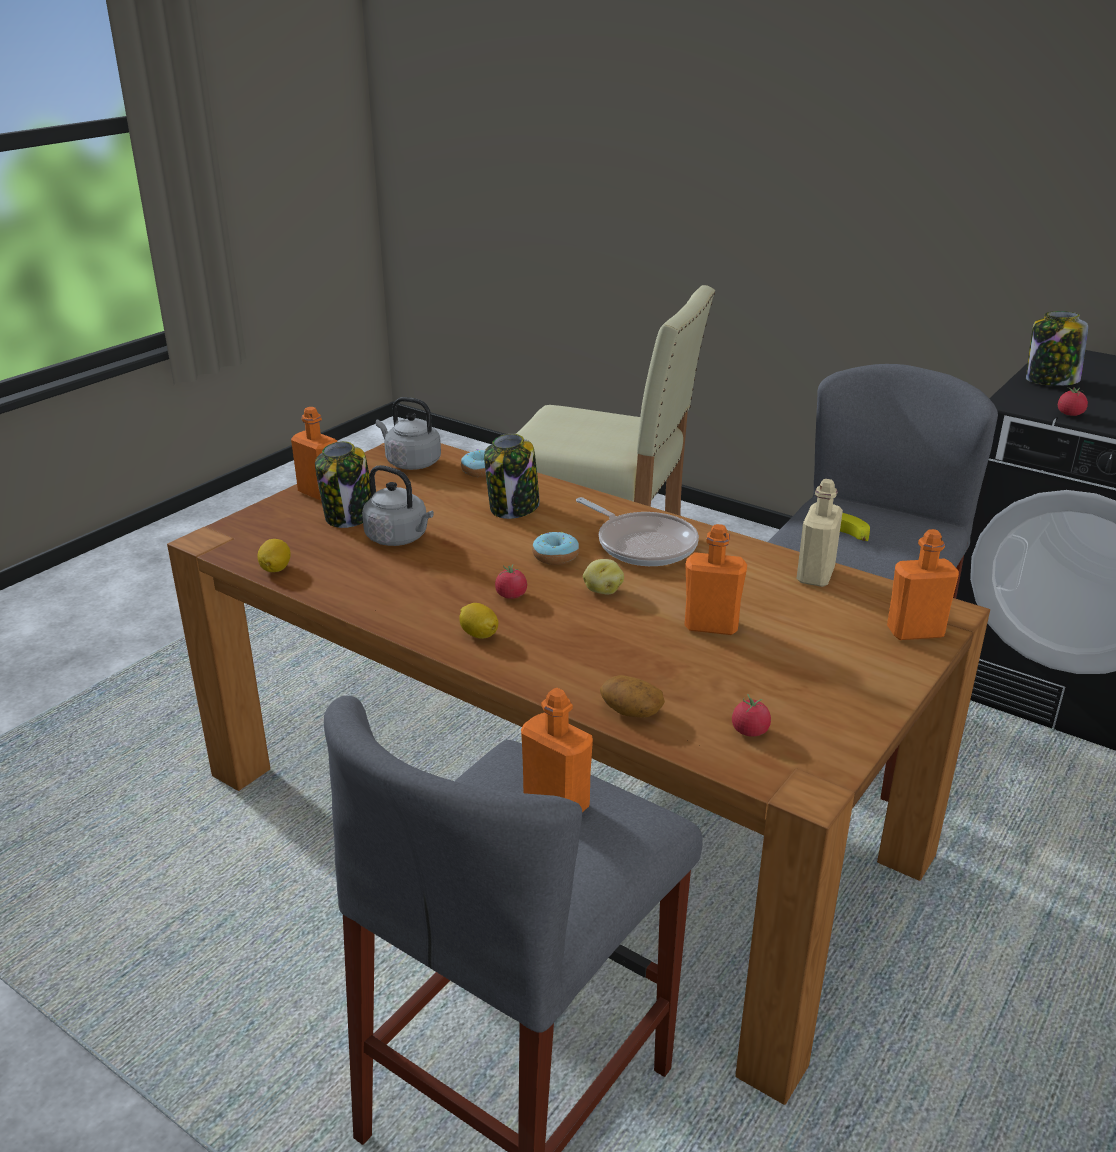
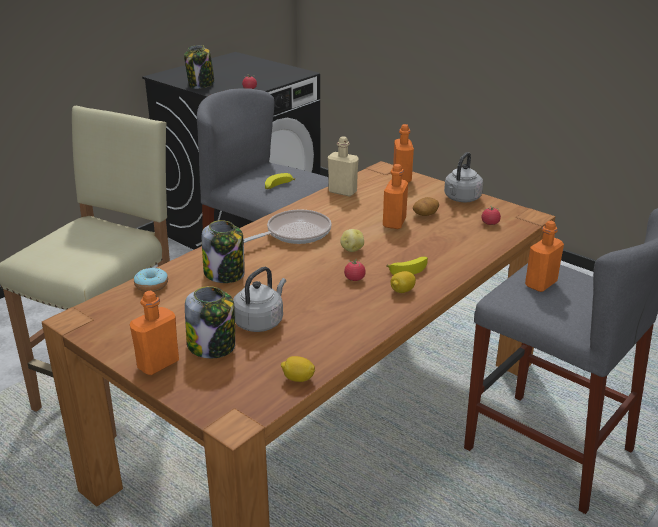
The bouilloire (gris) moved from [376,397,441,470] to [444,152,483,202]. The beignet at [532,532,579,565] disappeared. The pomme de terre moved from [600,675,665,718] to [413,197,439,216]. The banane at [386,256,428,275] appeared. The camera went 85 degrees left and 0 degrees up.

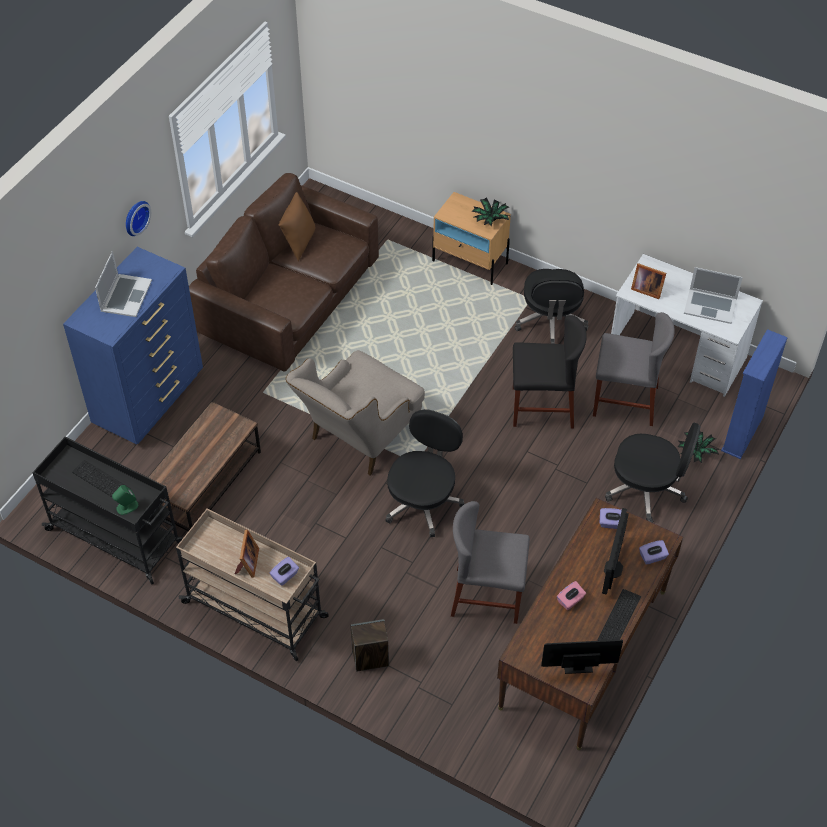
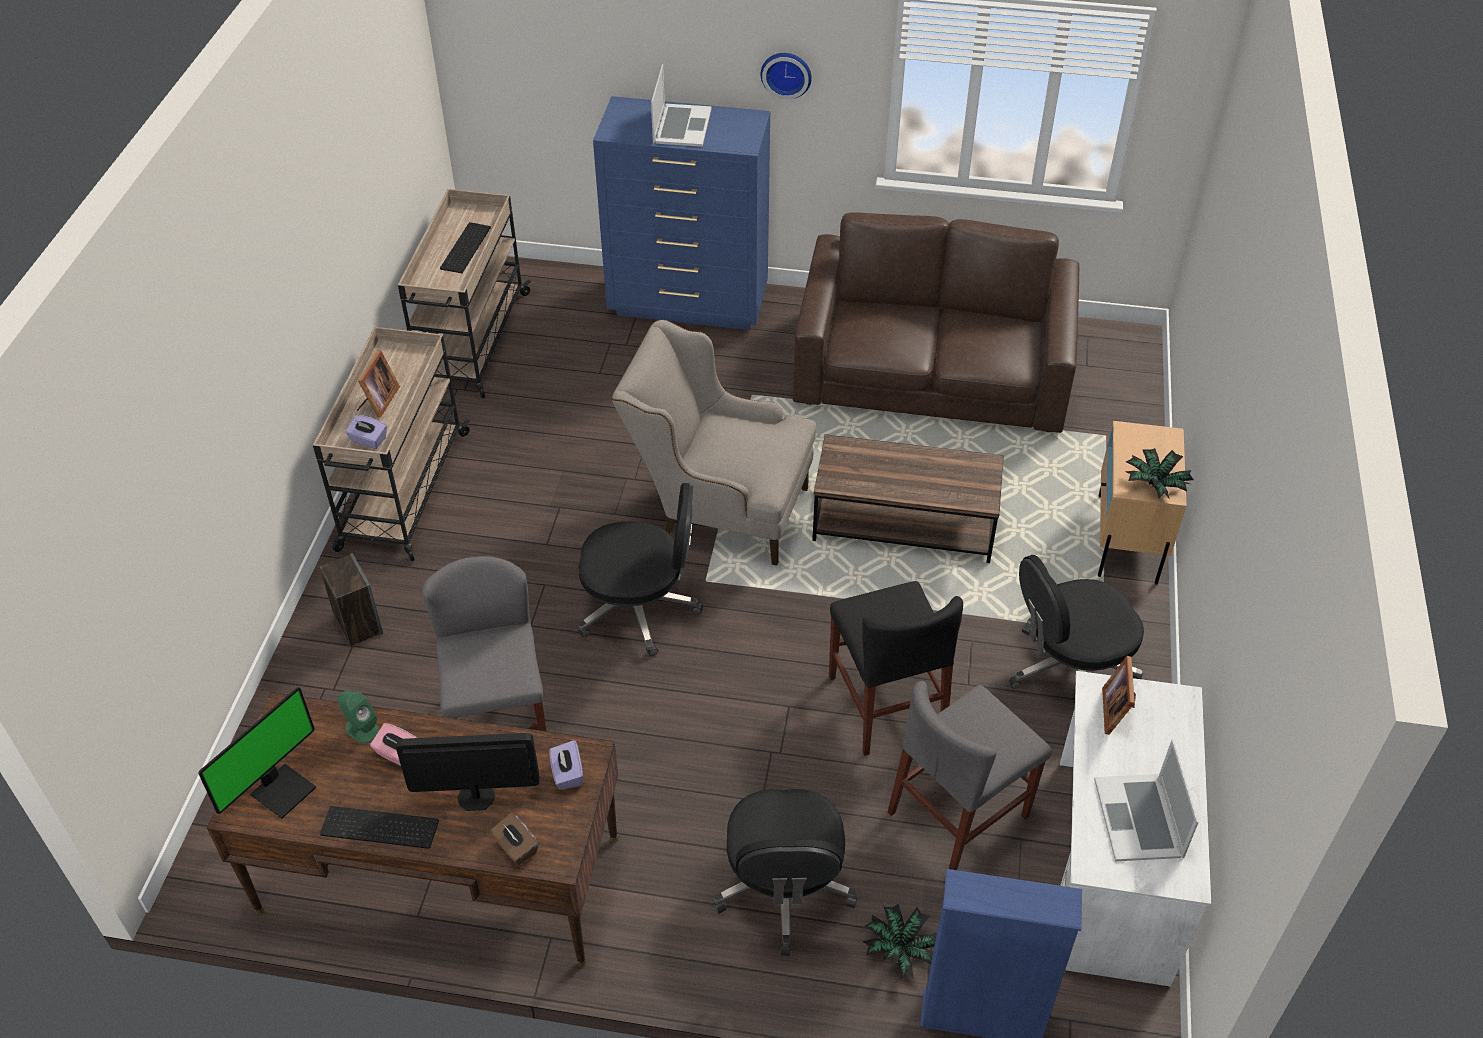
The coussin (marron) at [279,192,315,261] disappeared. The ordinateur portable at [95,251,152,317] turned 75 degrees counterclockwise. The chaise (gris) at [593,312,675,426] turned 60 degrees clockwise. The table basse (marron) moved from [148,401,261,531] to [812,434,1004,563]. The chariot (noir) at [32,437,183,584] became the chariot (beige) at [398,189,531,398]. The enceinte (vert) moved from [112,485,138,515] to [338,691,380,744]. The cadre photo at [235,529,259,578] turned 60 degrees counterclockwise. The boîte à mouchoirs (violet) at [639,540,669,565] became the boîte à mouchoirs (marron) at [490,812,539,865]. The écran d'ordinateur at [541,640,623,674] turned 60 degrees clockwise. The camera went 70 degrees right and 5 degrees down.

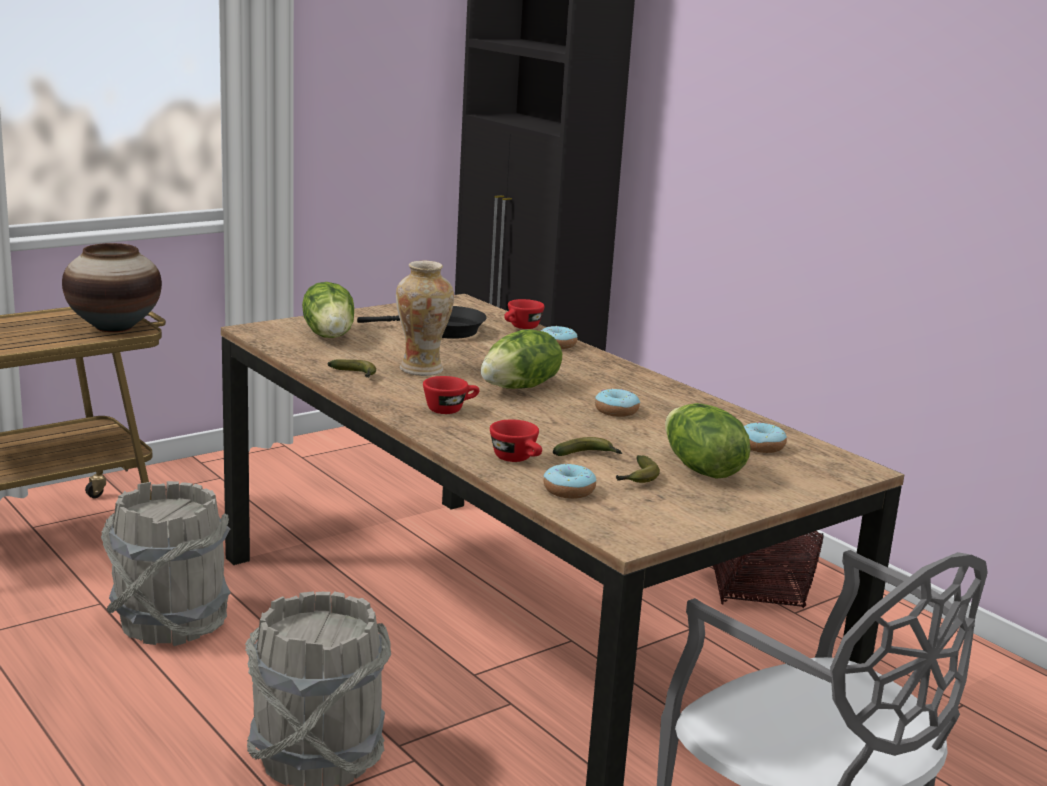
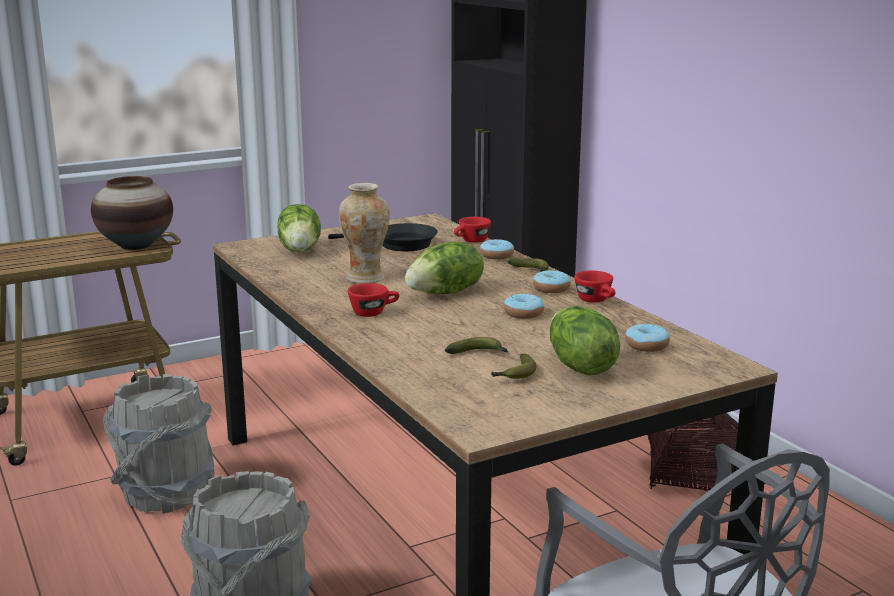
The banane moved from [327,359,376,378] to [507,258,549,272]. The tasse (rouge) moved from [490,420,542,462] to [574,271,616,303]. The beignet moved from [544,464,596,499] to [533,270,571,293]. The camera went 10 degrees right and 0 degrees up.

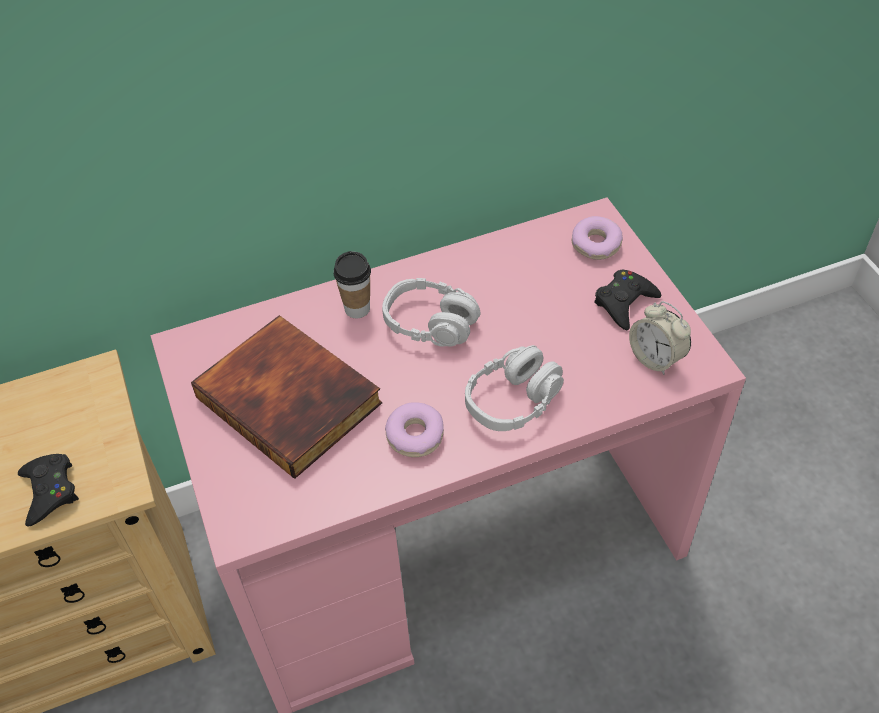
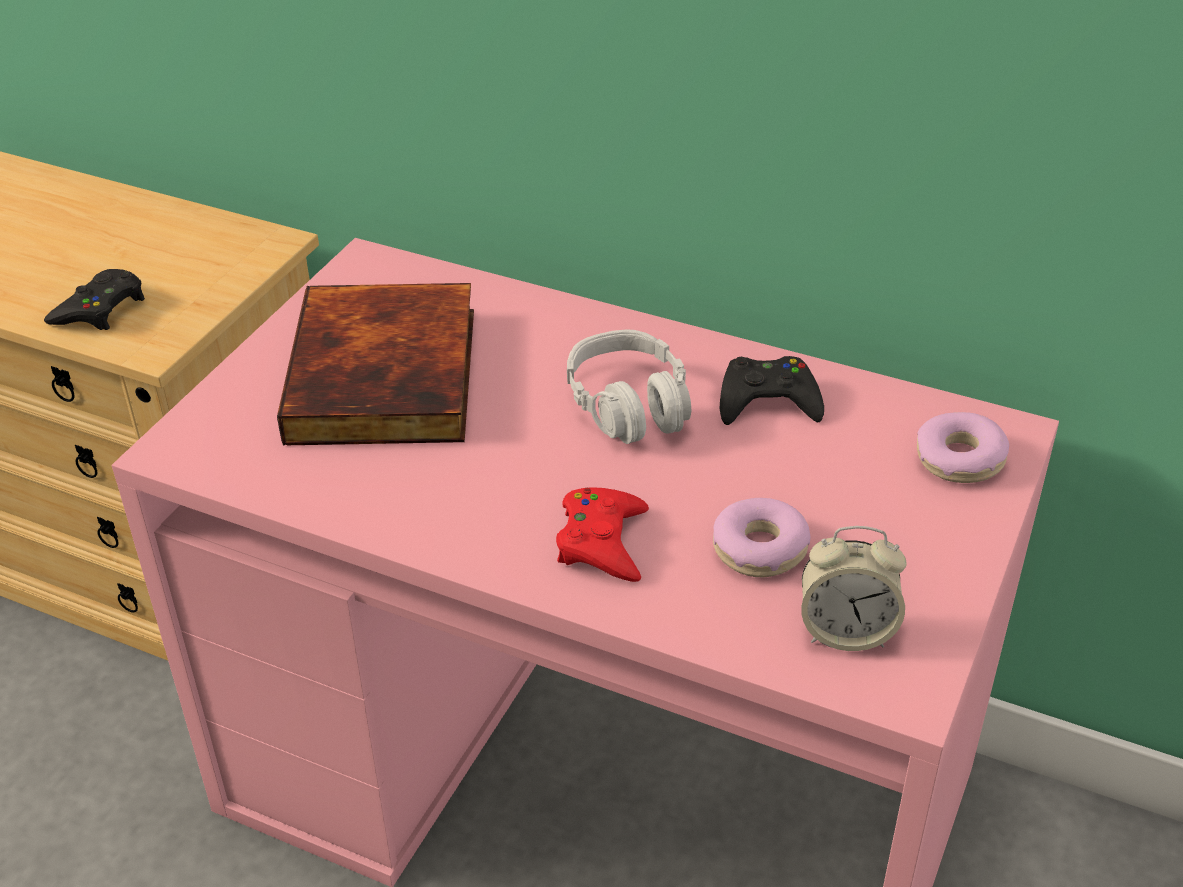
The tasse at [334,251,371,318] disappeared. The manette (noir) moved from [594,270,661,330] to [720,356,824,425]. The réveil at [629,301,691,375] turned 90 degrees counterclockwise. The casque audio (gris) at [465,345,564,431] was replaced by the manette (rouge) at [556,488,649,582]. The beignet moved from [385,402,444,457] to [713,498,810,577]. The camera went 45 degrees right and 10 degrees down.

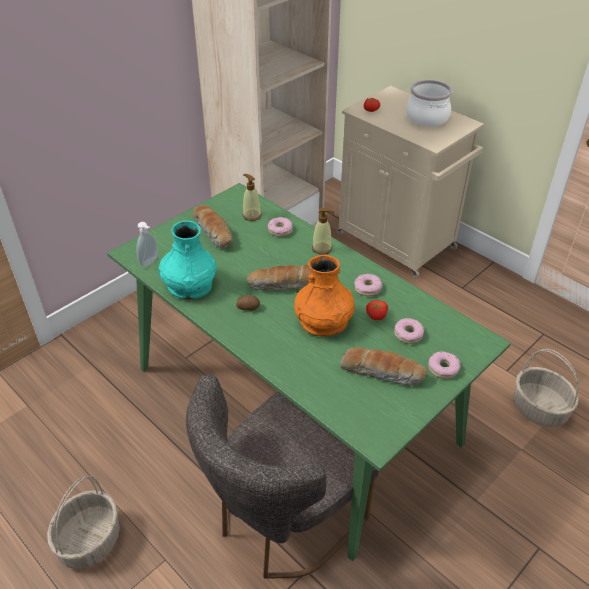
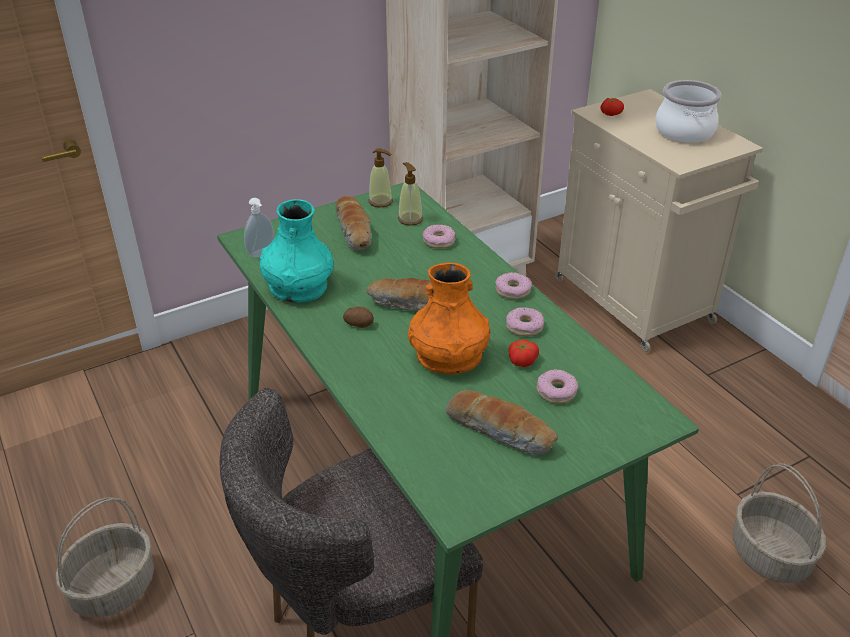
The distributeur de savon moved from [312,208,335,255] to [368,148,393,207]. The beignet moved from [428,352,461,379] to [495,272,532,300]. The camera went 15 degrees right and 5 degrees down.

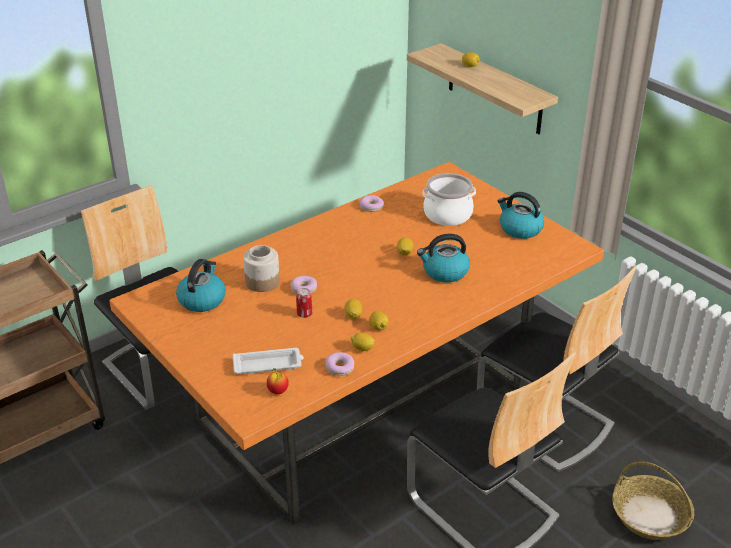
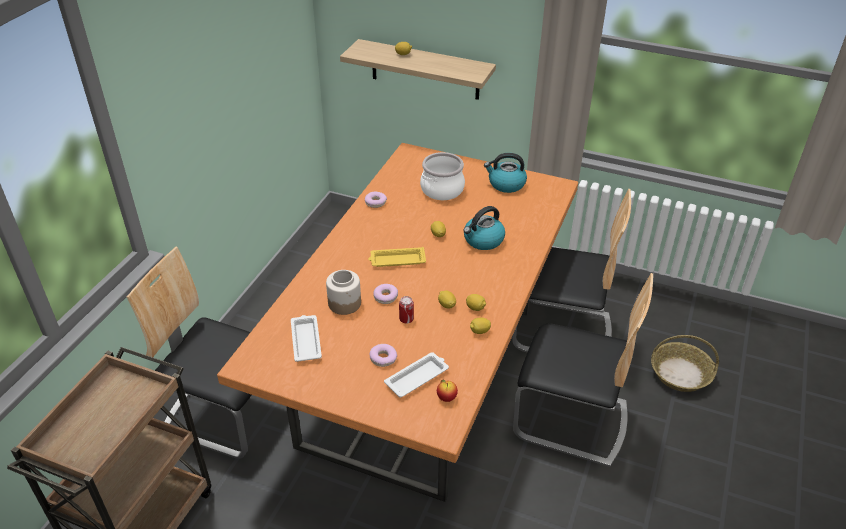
The bouilloire at [176,259,225,312] was replaced by the plateau (blanc) at [291,315,322,362]. The beignet moved from [325,352,354,376] to [369,344,397,367]. The plateau (jaune) at [368,247,426,267] appeared. The camera went 30 degrees left and 5 degrees up.

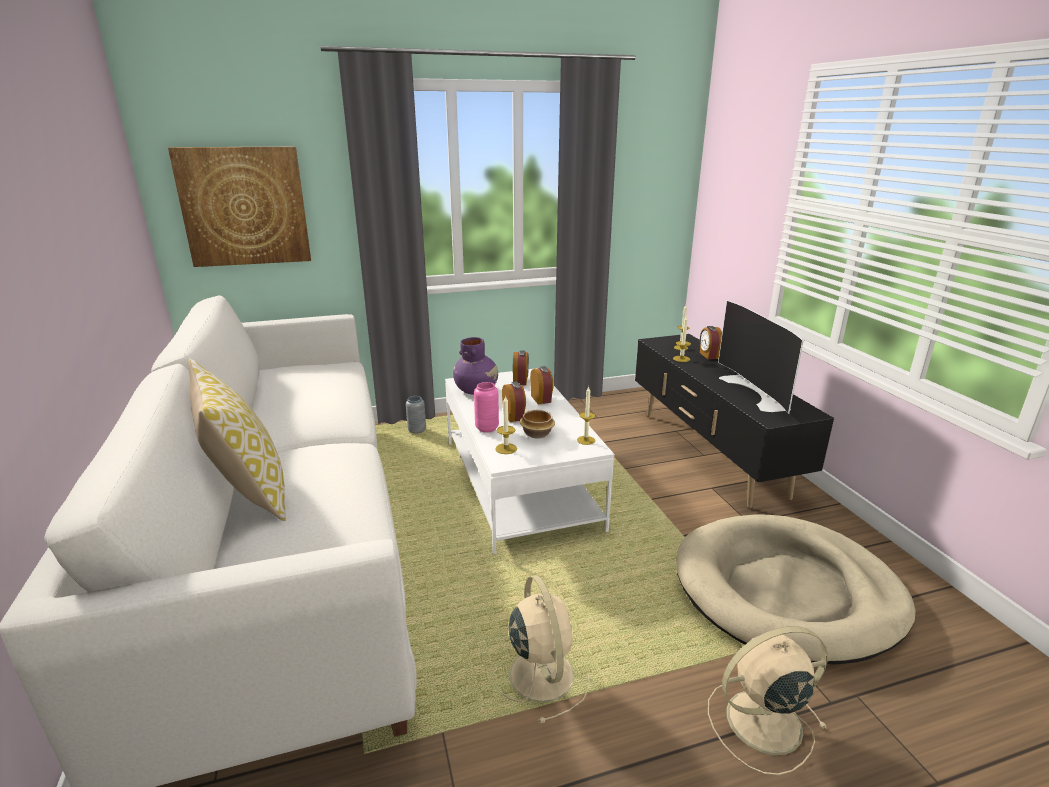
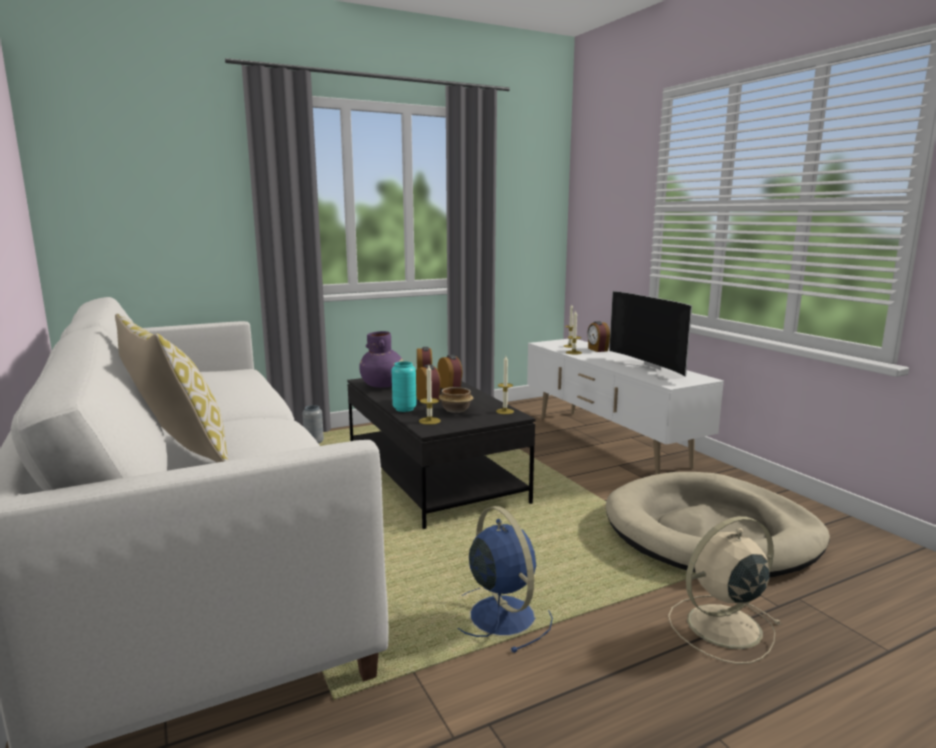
The tableau at [168,147,311,267] disappeared. The meuble télé (noir) at [635,334,834,508] became the meuble télé (blanc) at [527,339,724,475]. The table basse (blanc) at [445,368,614,554] became the table basse (noir) at [347,369,536,529]. The vase (rose) at [474,382,499,433] became the vase (turquoise) at [392,361,417,412]. The ventilateur (beige) at [495,575,590,723] became the ventilateur (bleu) at [458,506,553,653]. The camera went 10 degrees left and 10 degrees down.

